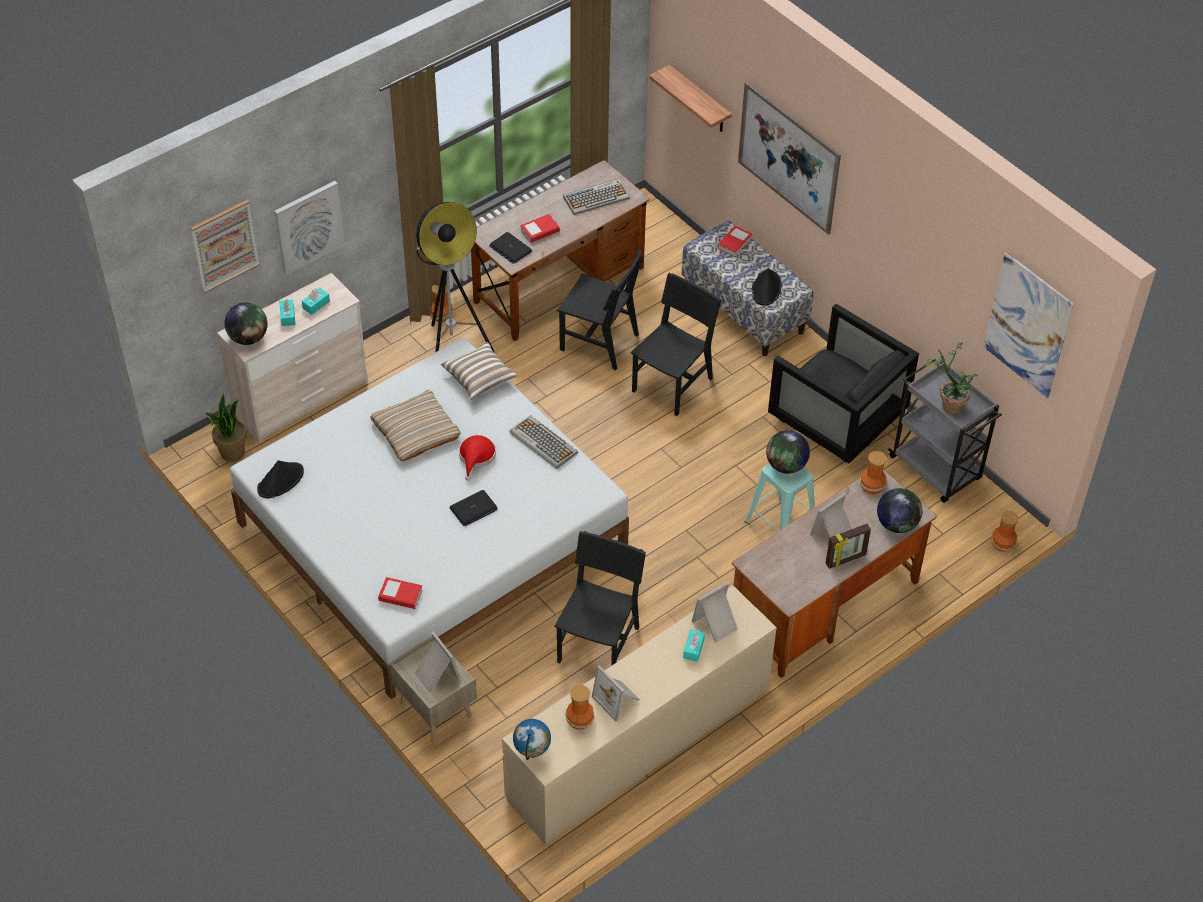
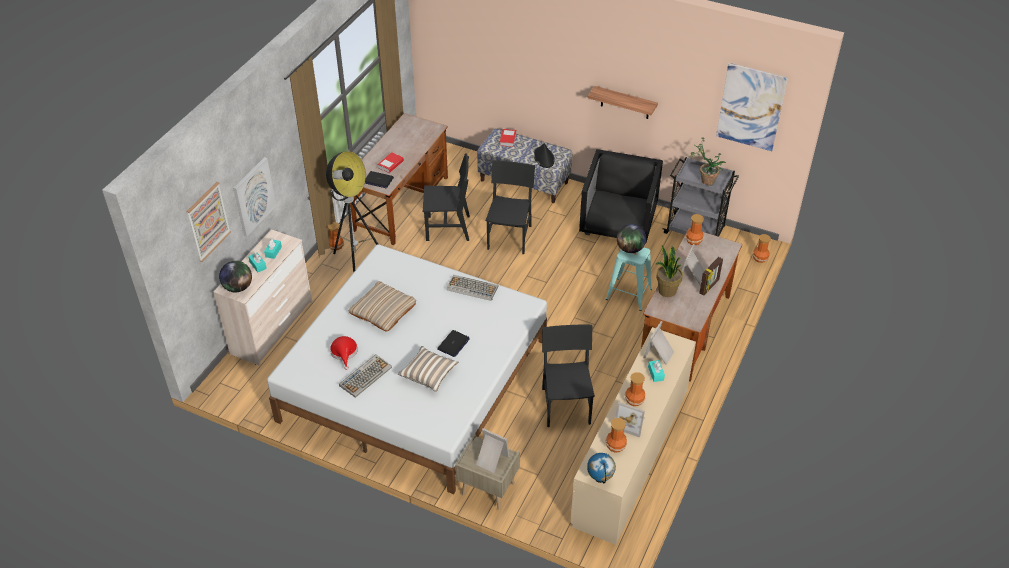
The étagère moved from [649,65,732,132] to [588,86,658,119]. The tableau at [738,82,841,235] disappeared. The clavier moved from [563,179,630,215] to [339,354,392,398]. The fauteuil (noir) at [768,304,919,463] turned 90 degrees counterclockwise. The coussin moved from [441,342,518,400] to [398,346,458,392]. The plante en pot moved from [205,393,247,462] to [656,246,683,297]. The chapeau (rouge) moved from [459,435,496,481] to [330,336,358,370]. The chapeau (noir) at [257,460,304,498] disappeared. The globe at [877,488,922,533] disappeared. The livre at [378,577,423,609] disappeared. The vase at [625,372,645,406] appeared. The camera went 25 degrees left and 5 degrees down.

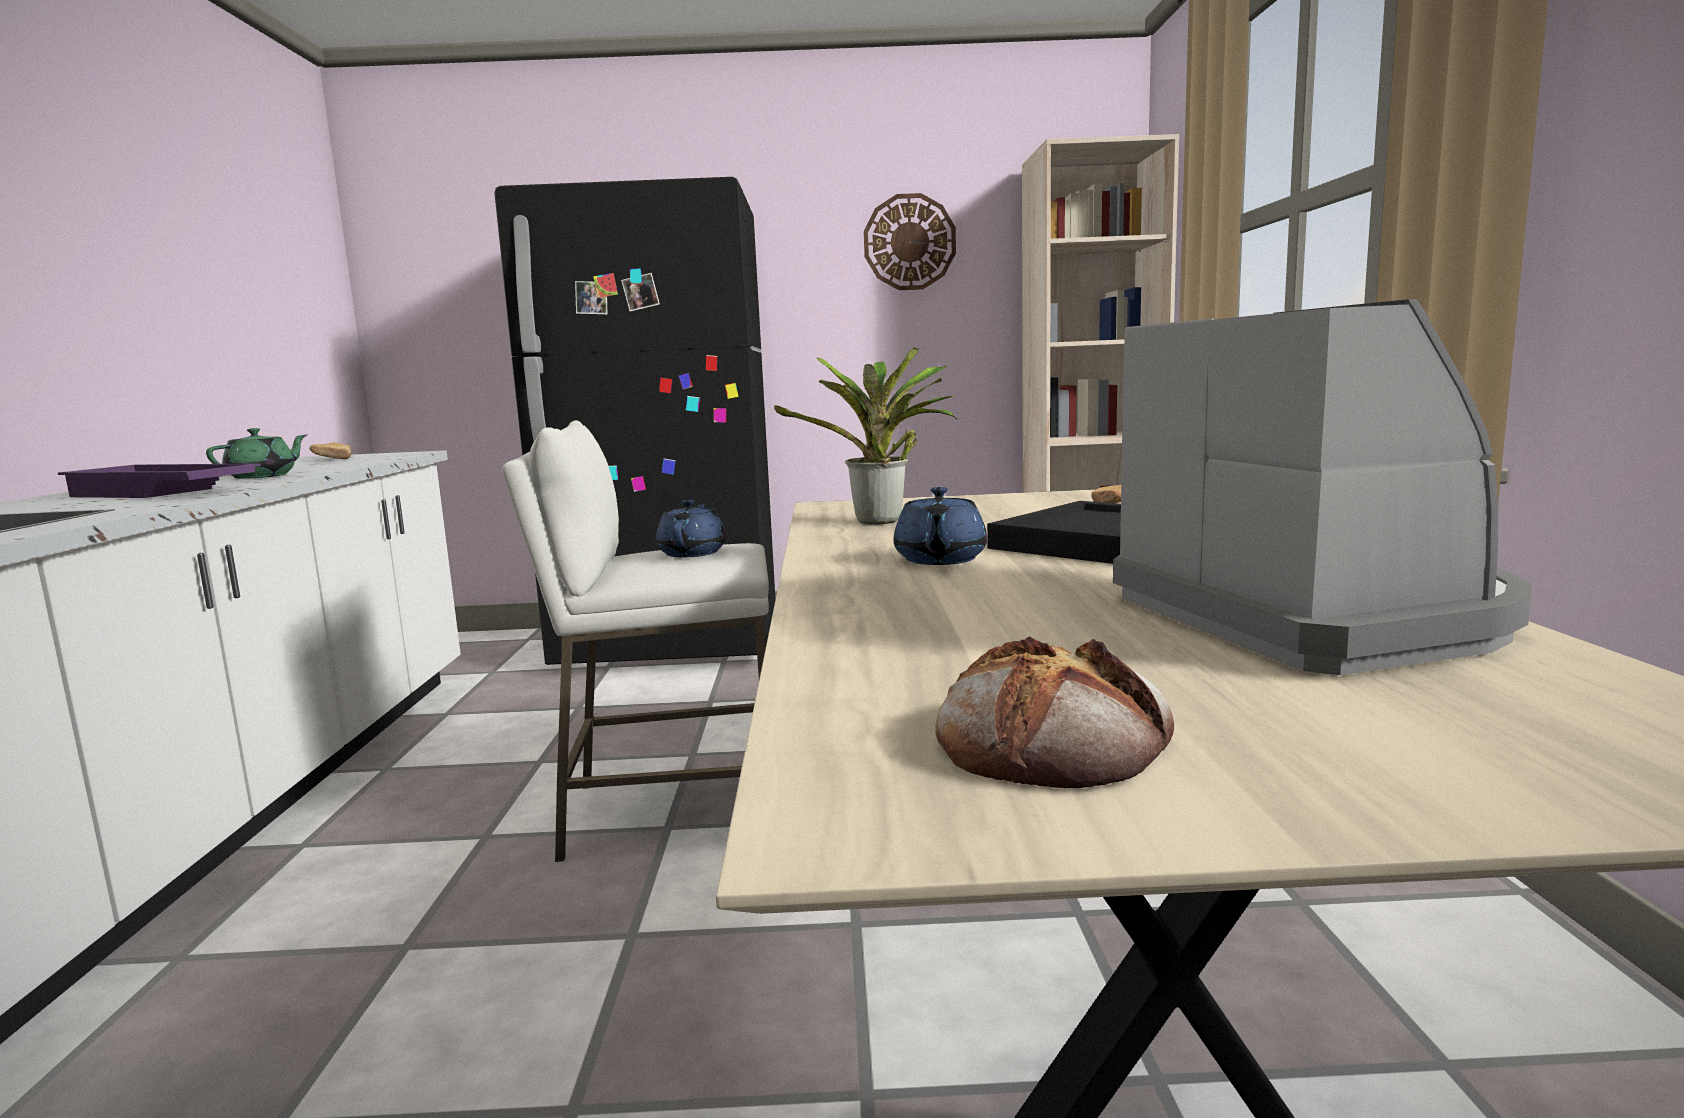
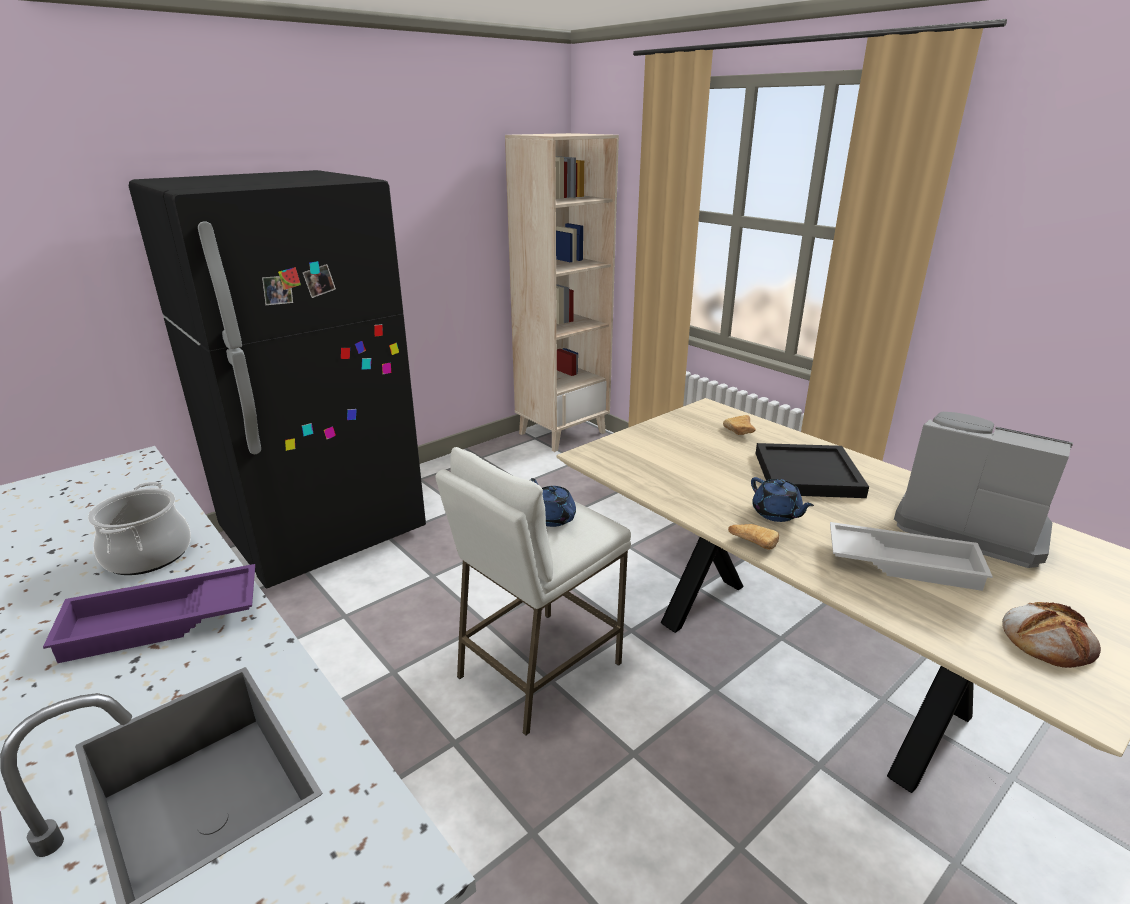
The horloge murale at [864,193,956,290] disappeared. The plante en pot at [774,347,957,525] disappeared. The théière (vert) at [206,428,307,479] was replaced by the marmite at [88,482,191,575]. The pain moved from [309,442,352,459] to [728,524,779,550]. The plateau (blanc) at [830,522,993,591] appeared. The camera went 40 degrees left and 15 degrees up.

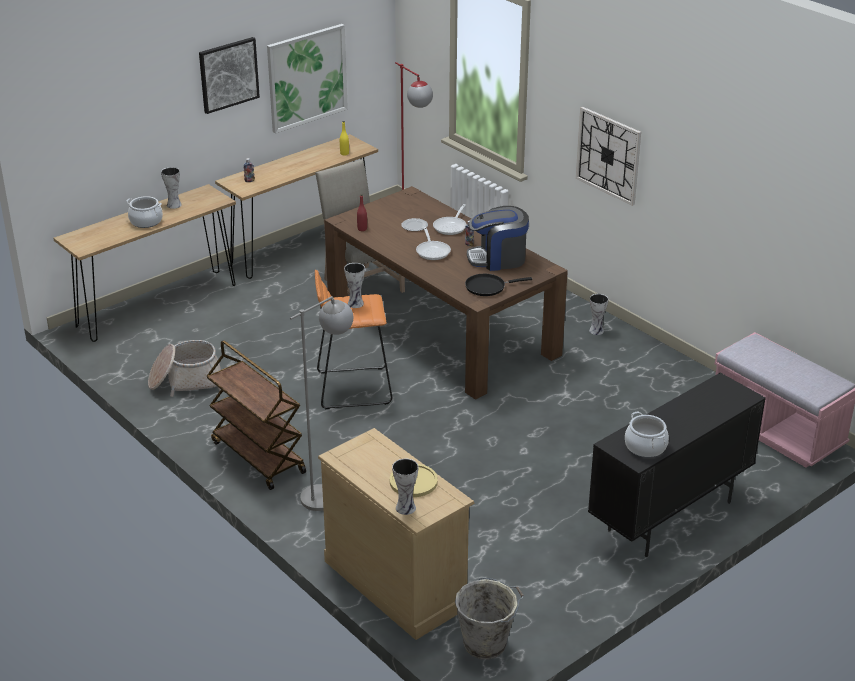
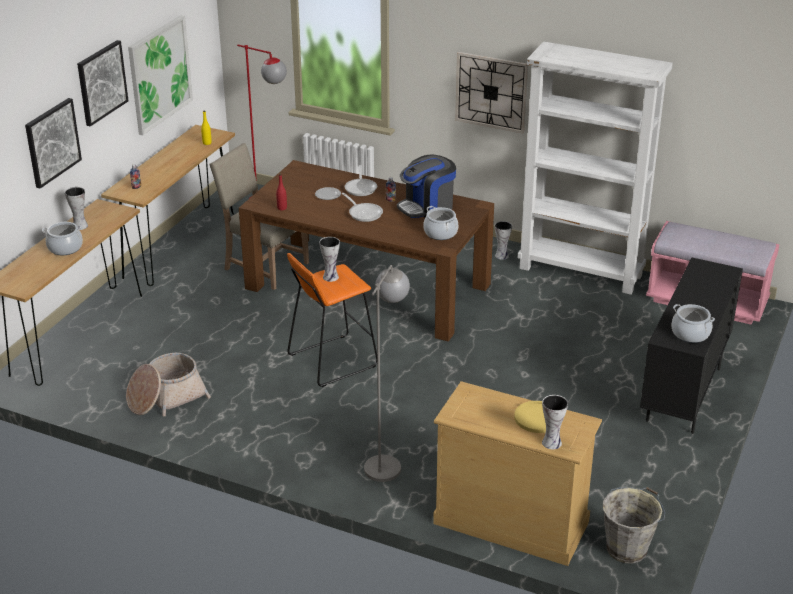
The poêle (noir) at [465,274,532,296] was replaced by the marmite at [423,206,458,240]. The chariot (marron) at [206,340,306,490] disappeared. The bibliothèque (blanc) at [518,42,673,295] appeared. The tableau at [25,98,82,188] appeared. The camera went 25 degrees left and 0 degrees up.

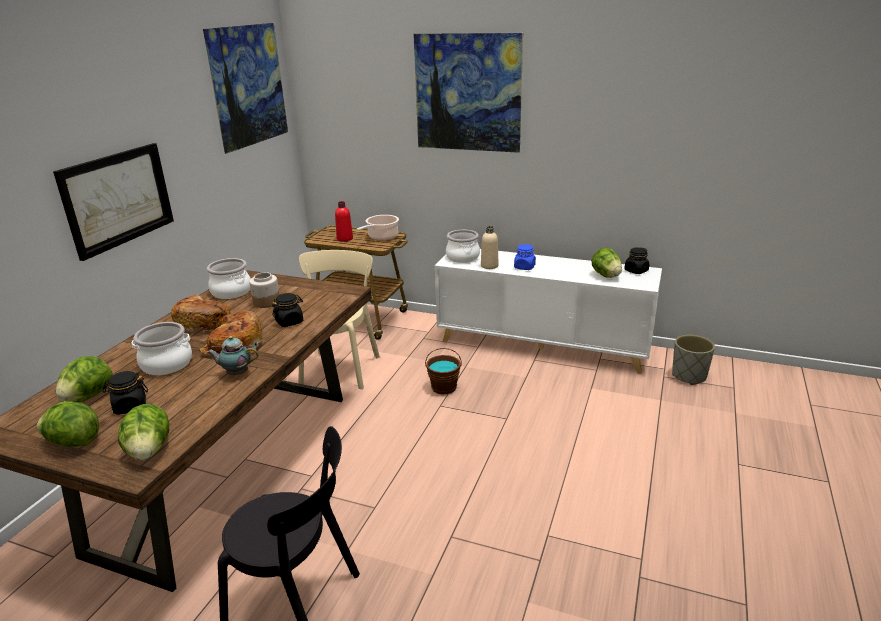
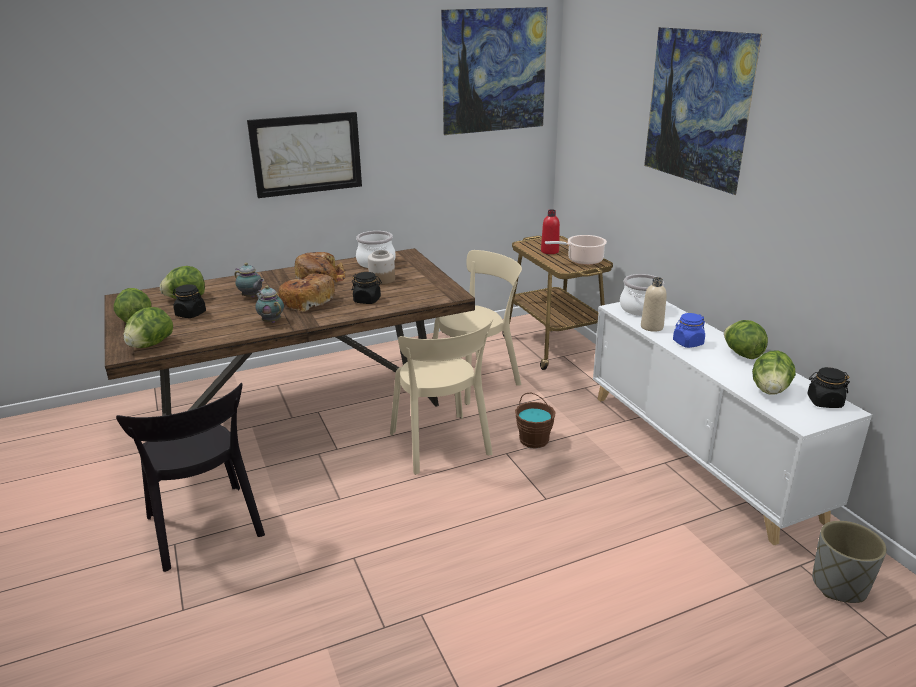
The marmite at [131,322,192,375] was replaced by the théière at [235,263,264,298]. The chaise (beige) at [390,319,493,475] appeared. The laitue at [724,320,768,359] appeared. The camera went 45 degrees right and 0 degrees up.

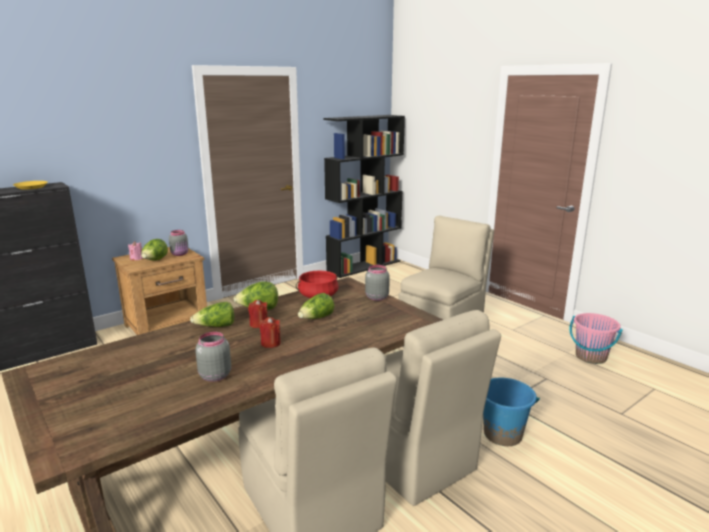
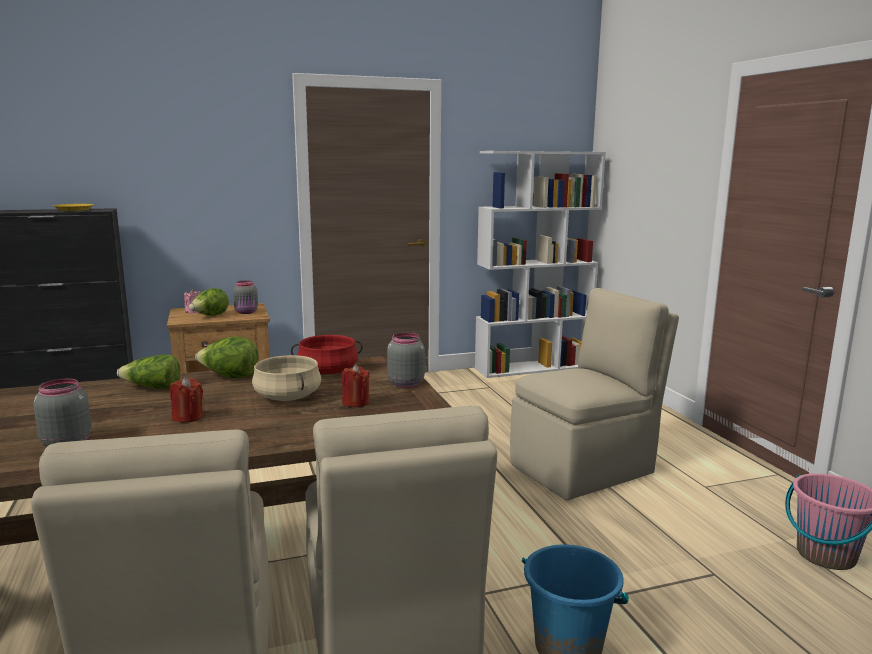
The bibliothèque (noir) at [324,115,405,278] became the bibliothèque (blanc) at [475,151,606,378]. The laitue at [298,293,334,319] was replaced by the marmite (beige) at [252,355,321,401]. The bougie (rouge) moved from [248,300,268,328] to [341,364,370,407]. The camera went 20 degrees right and 5 degrees down.

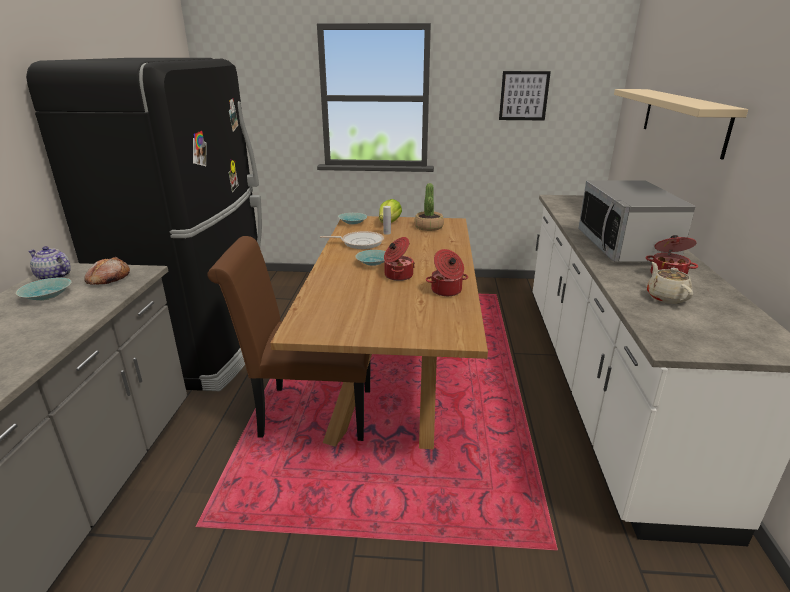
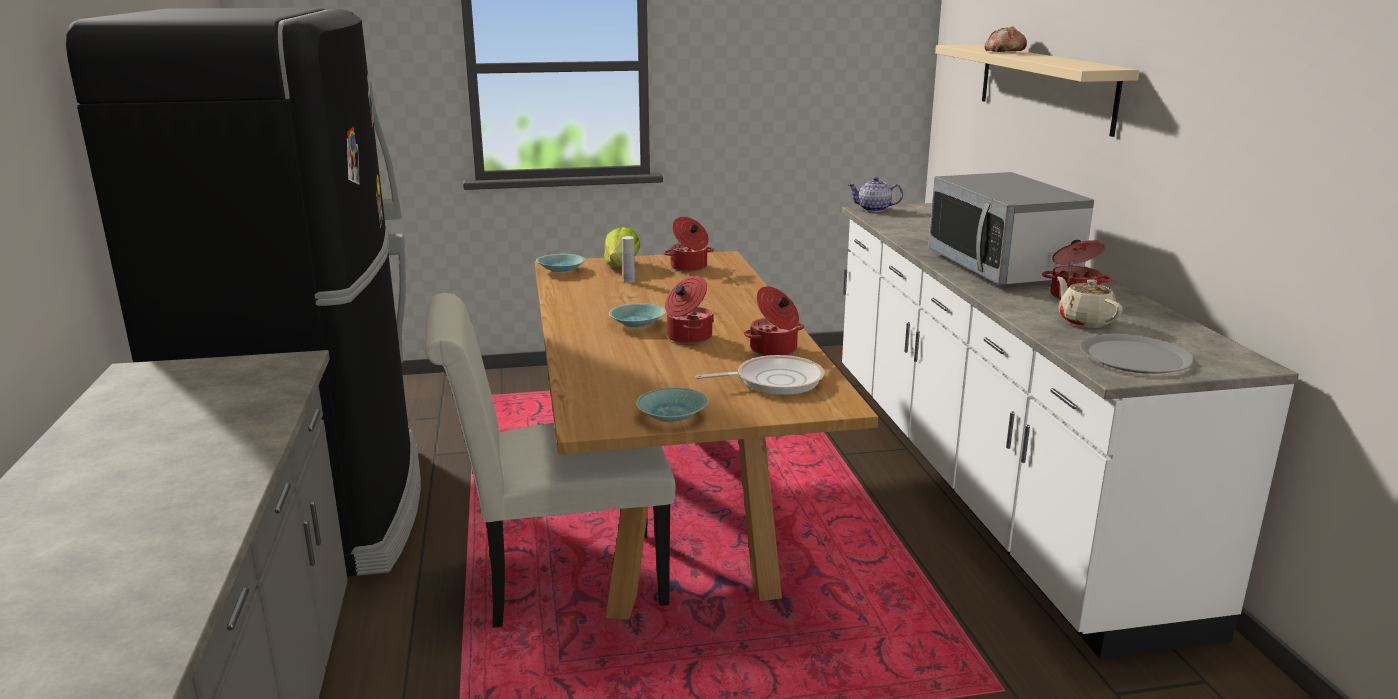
The tableau at [499,71,551,120] disappeared. The plante en pot at [414,183,444,231] was replaced by the marmite at [664,217,714,271]. The poêle moved from [320,231,384,249] to [696,355,825,395]. The chaise (marron) at [207,236,370,441] became the chaise (blanc) at [425,293,676,628]. The théière moved from [28,246,71,279] to [848,177,903,212]. The pain moved from [84,257,130,285] to [984,26,1027,52]. The bol (turquoise) moved from [16,278,71,301] to [636,388,708,423]. The assiette (gris) at [1080,334,1194,374] appeared. The camera went 15 degrees left and 5 degrees down.

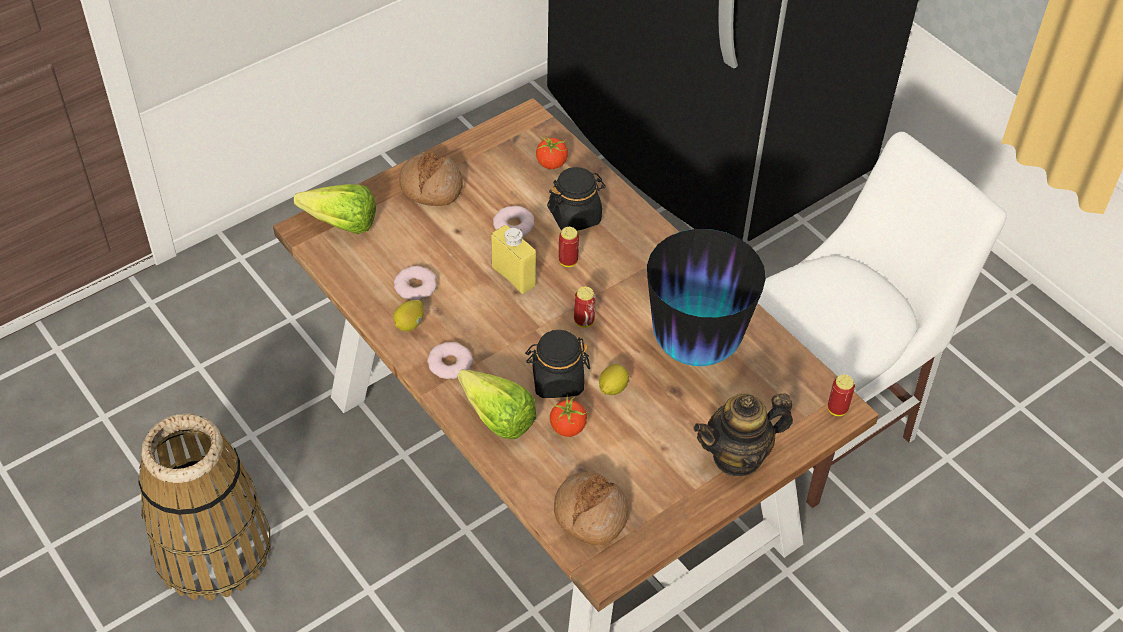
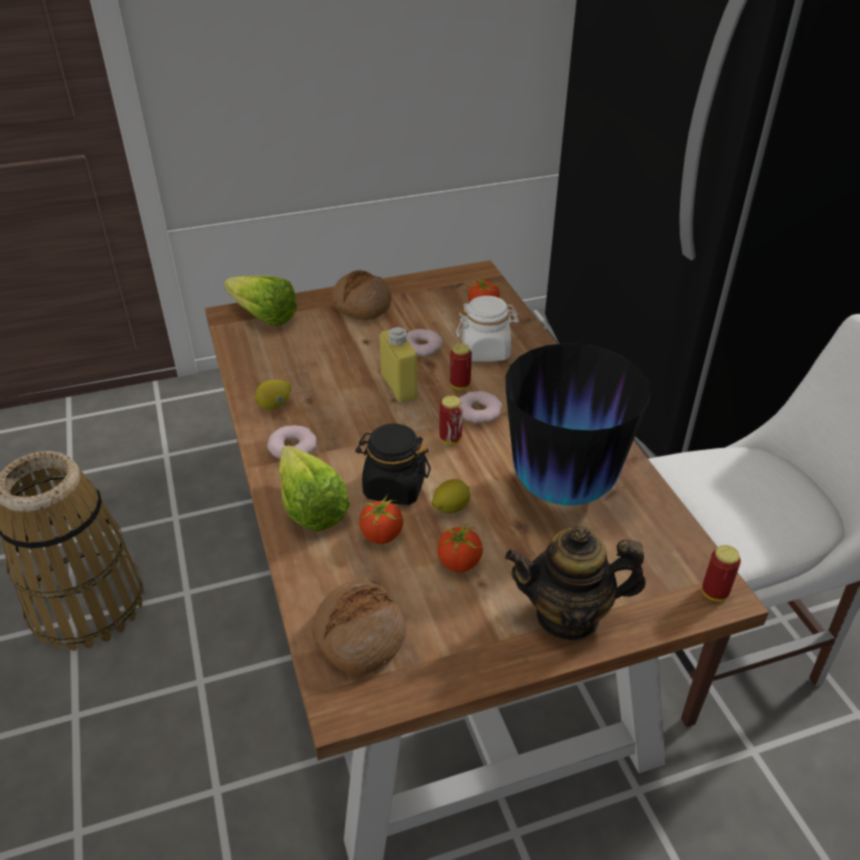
The bocal (noir) at [547,167,606,231] became the bocal (blanc) at [457,296,519,362]. The beignet moved from [394,266,437,300] to [459,391,503,424]. The tomate at [437,521,483,572] appeared. The camera went 20 degrees right and 10 degrees down.

